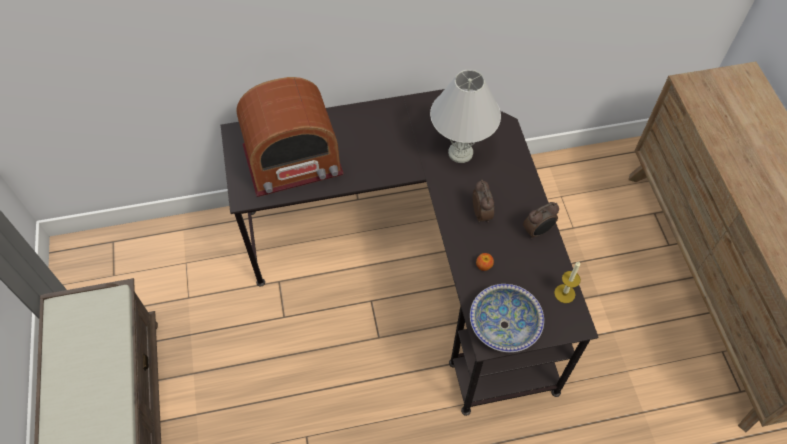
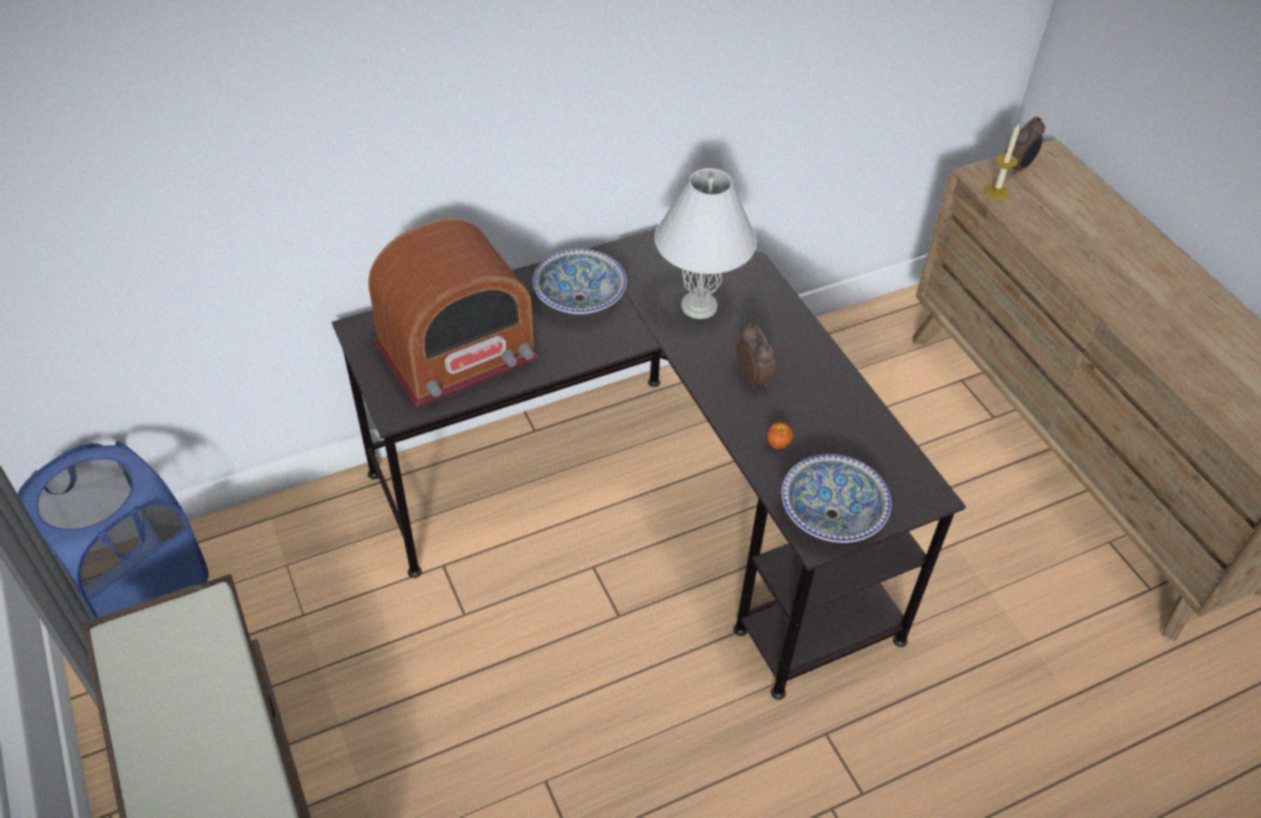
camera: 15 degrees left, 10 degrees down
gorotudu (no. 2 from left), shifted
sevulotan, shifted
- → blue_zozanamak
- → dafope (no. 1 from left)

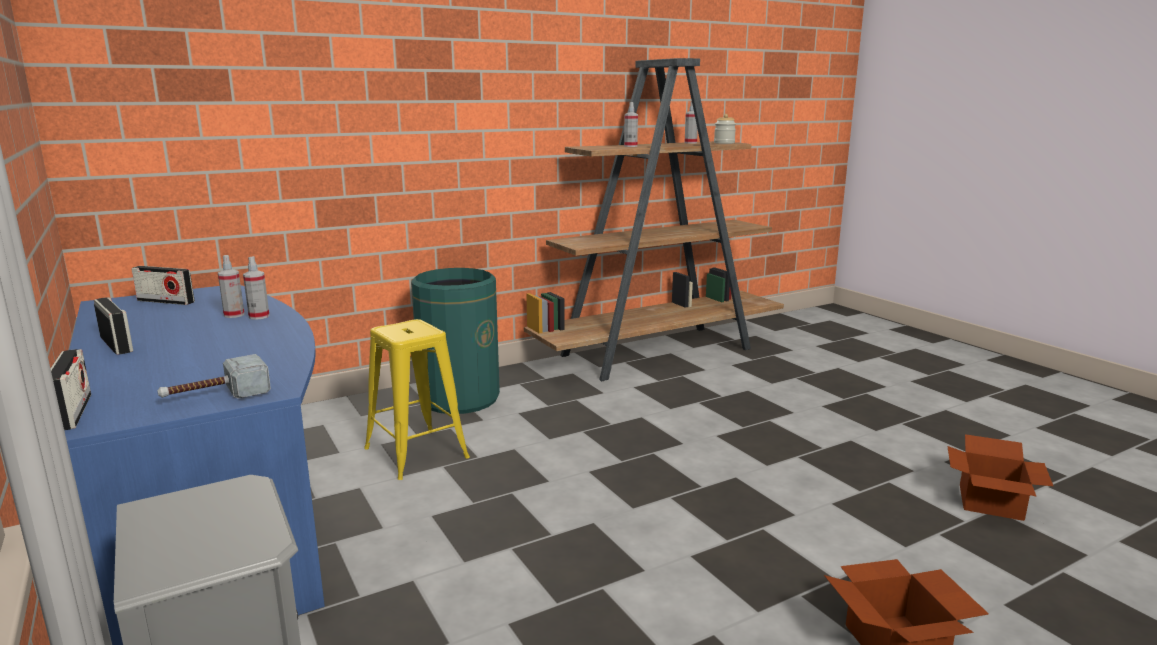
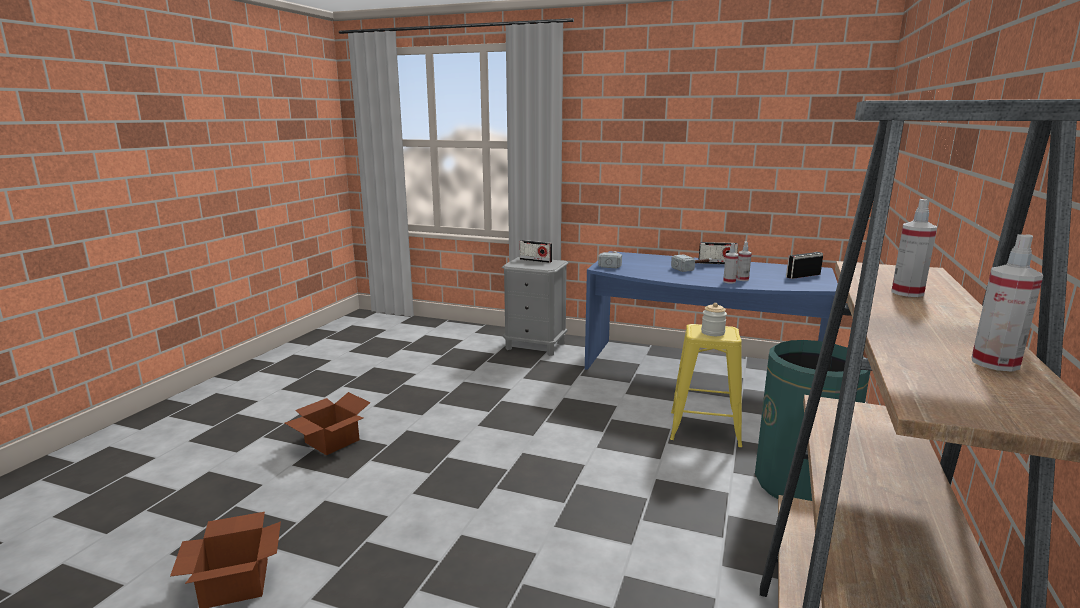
camera: 140 degrees right, 0 degrees up
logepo (no. 1 from left), shifted
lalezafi, shifted
- → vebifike (no. 2 from left)

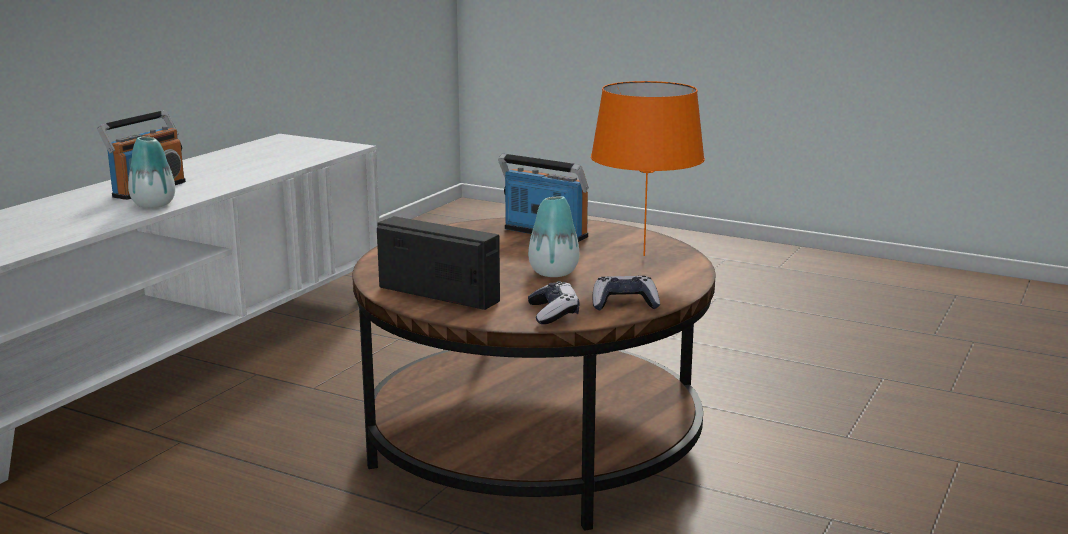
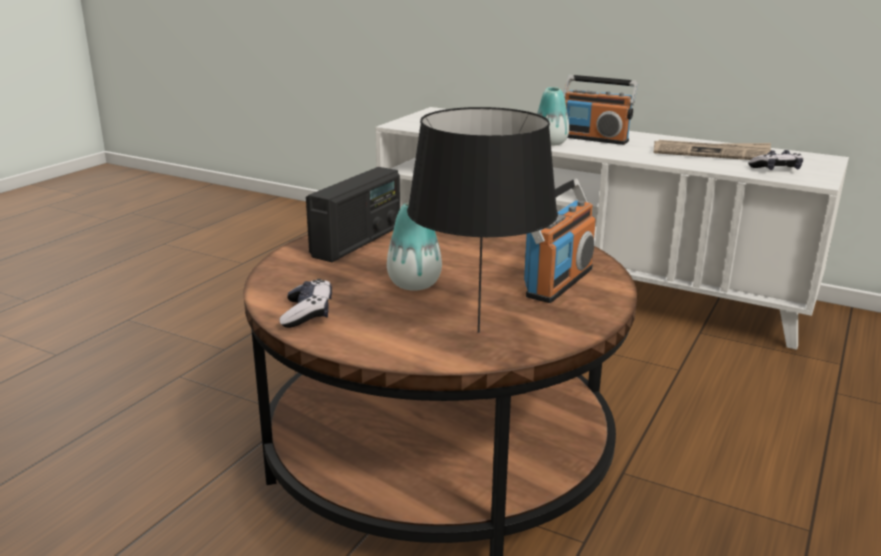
camera: 90 degrees right, 5 degrees up
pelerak (no. 1 from left in the first image) → pelerak (no. 2 from left), shifted
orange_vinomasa → black_vinomasa
- → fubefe

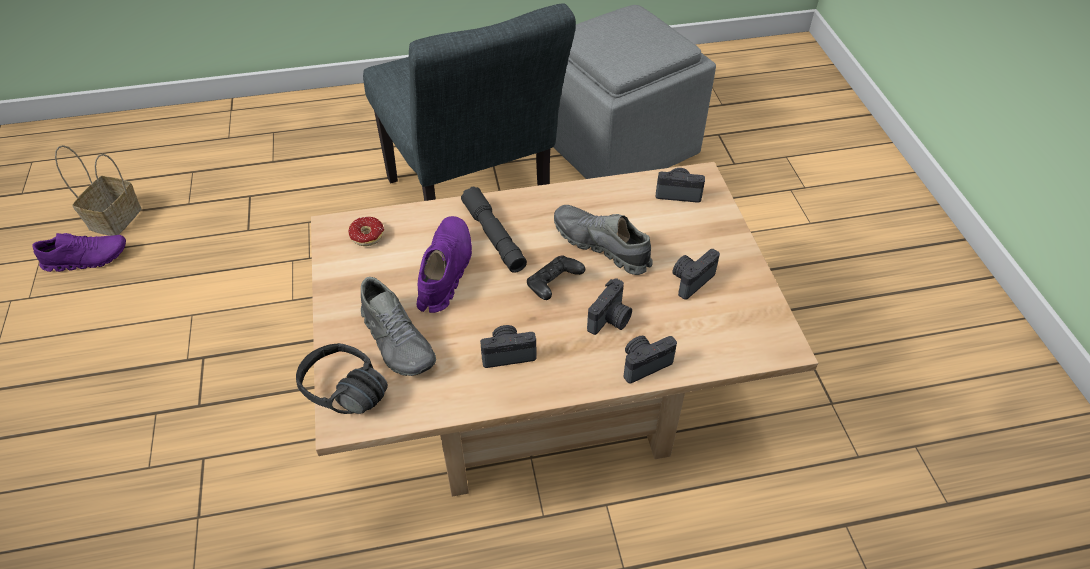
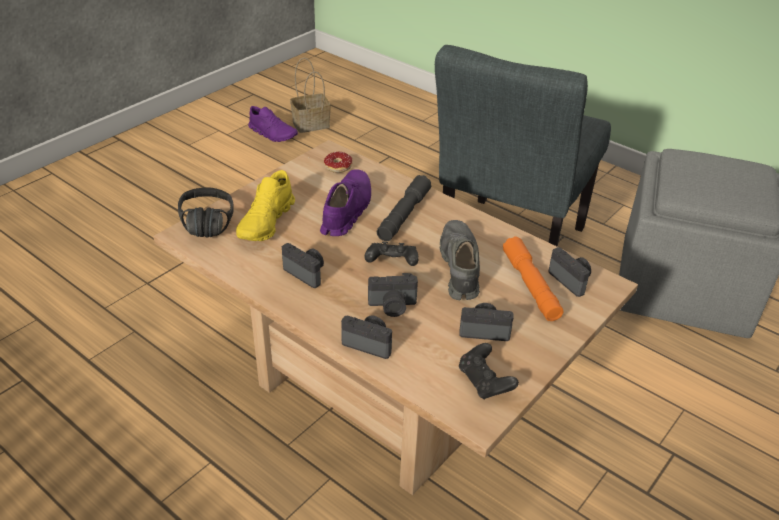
camera: 50 degrees right, 10 degrees down
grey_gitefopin (no. 1 from left) → yellow_gitefopin
purple_gitefopin (no. 2 from left), 45 degrees counterclockwise
- → black_pelerak (no. 2 from left)
- → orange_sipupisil

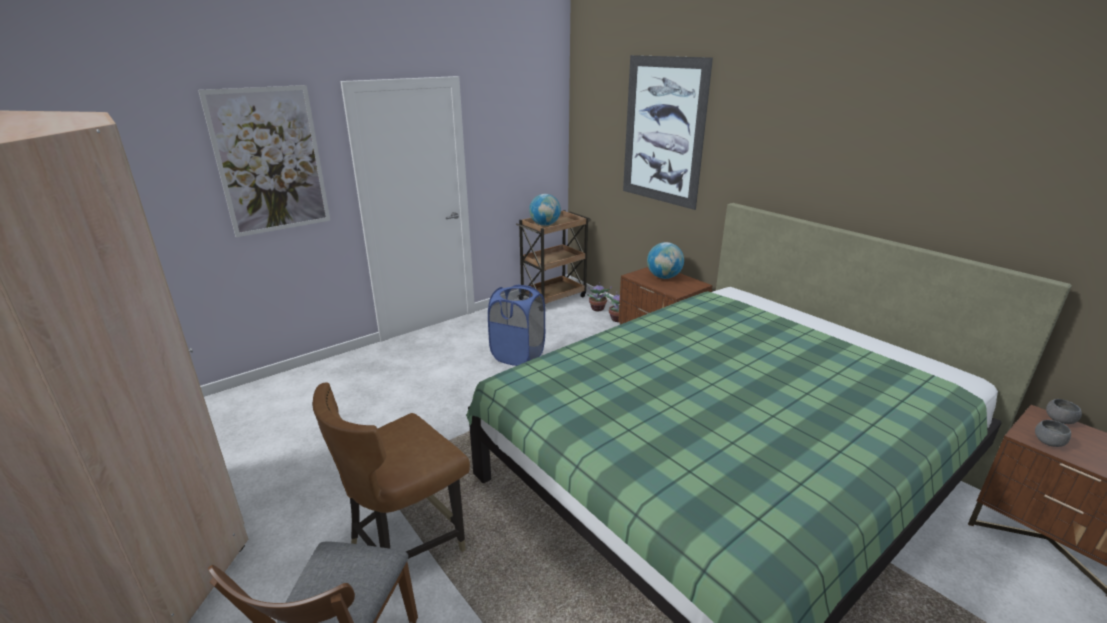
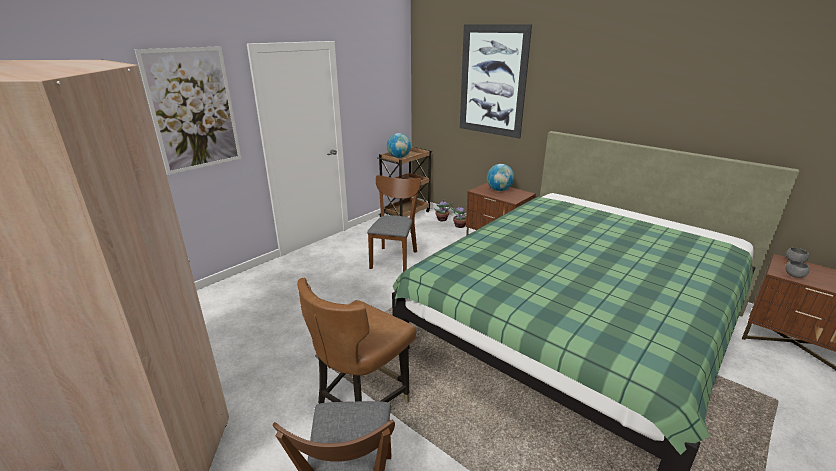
camera: 10 degrees left, 0 degrees up
blue_zozanamak → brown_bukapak (no. 3 from left)

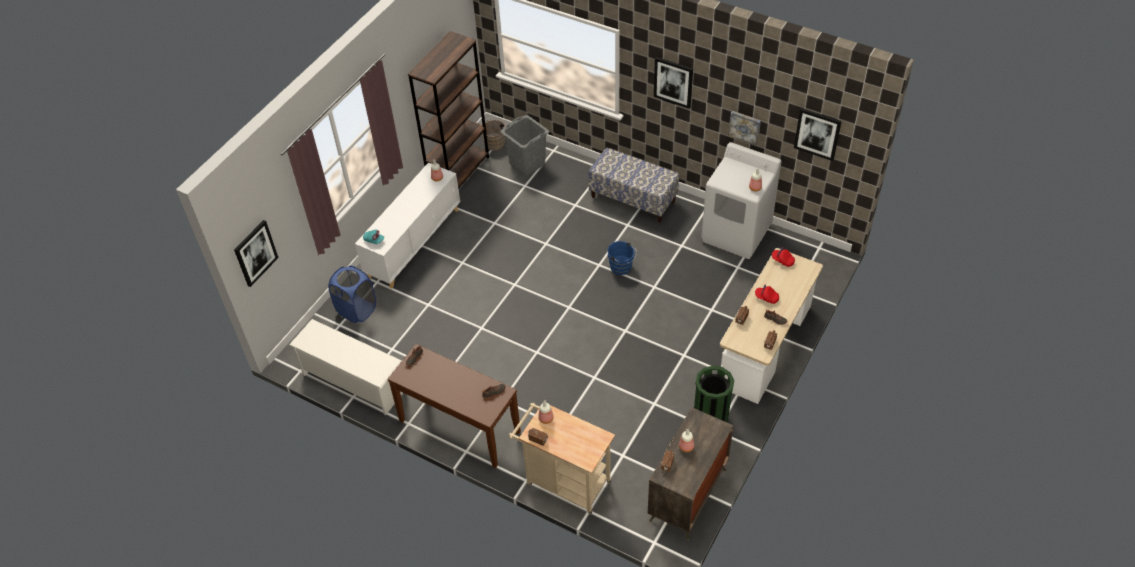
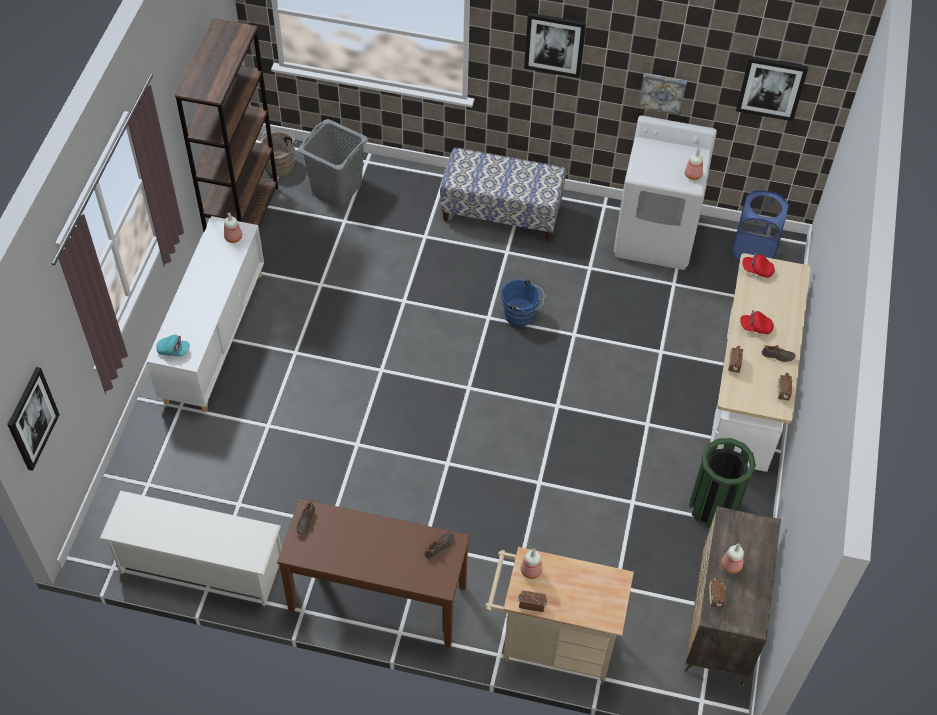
camera: 20 degrees left, 5 degrees up
blue_zozanamak, shifted

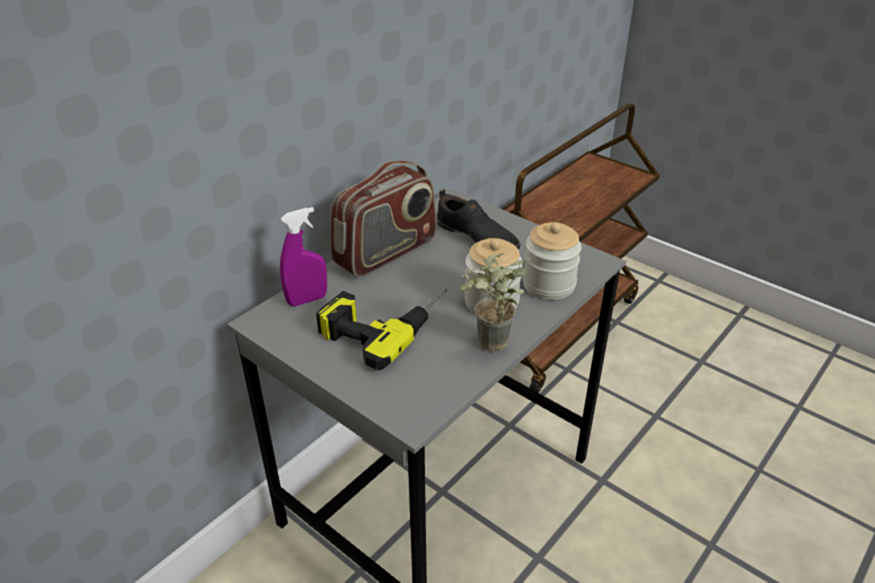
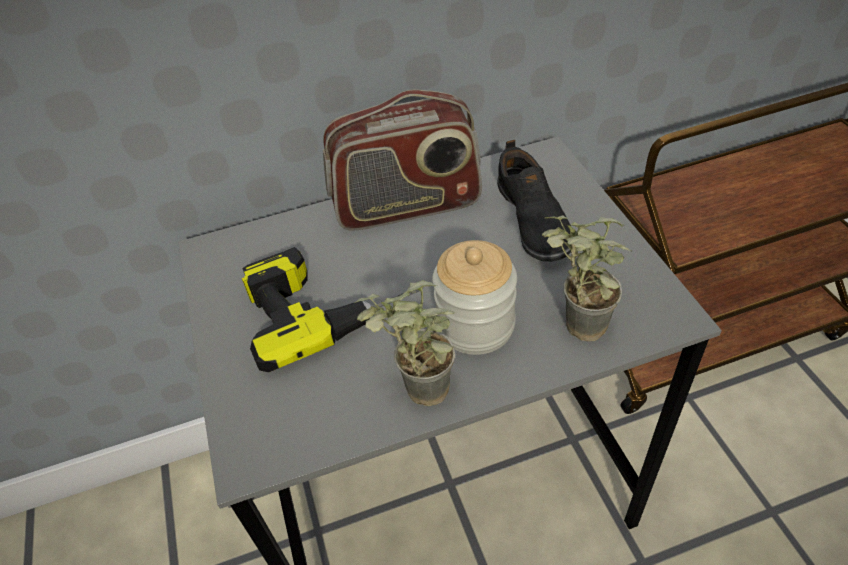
camera: 35 degrees right, 10 degrees up
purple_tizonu → -
lalezafi (no. 2 from left) → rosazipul (no. 2 from left)

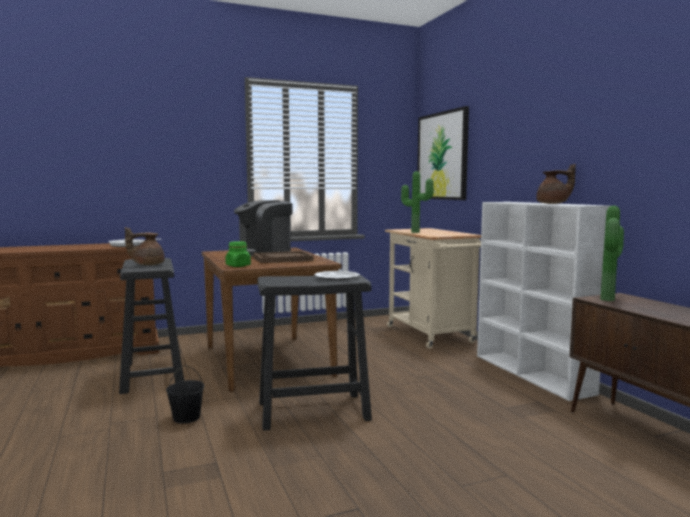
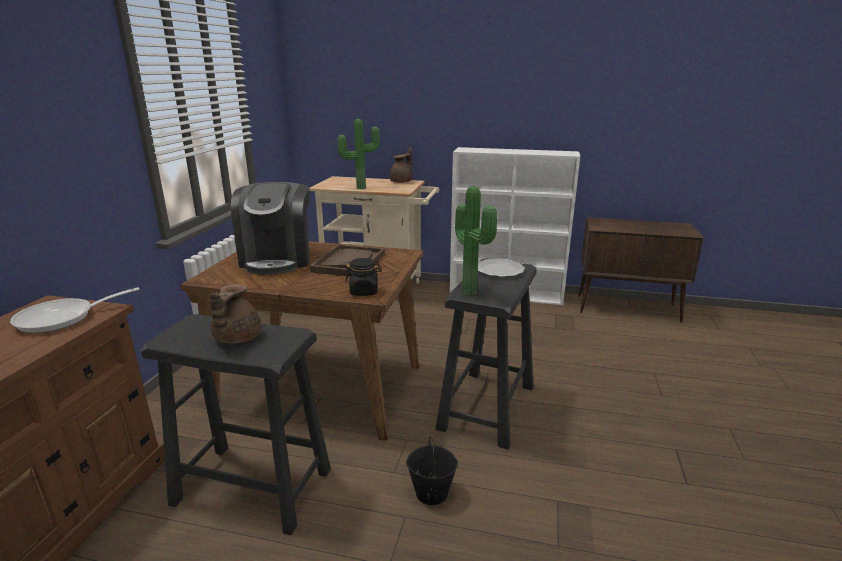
camera: 55 degrees left, 15 degrees up
green_lalezafi → black_lalezafi
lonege → -
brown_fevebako (no. 2 from left), shifted
rosazipul (no. 2 from left), shifted

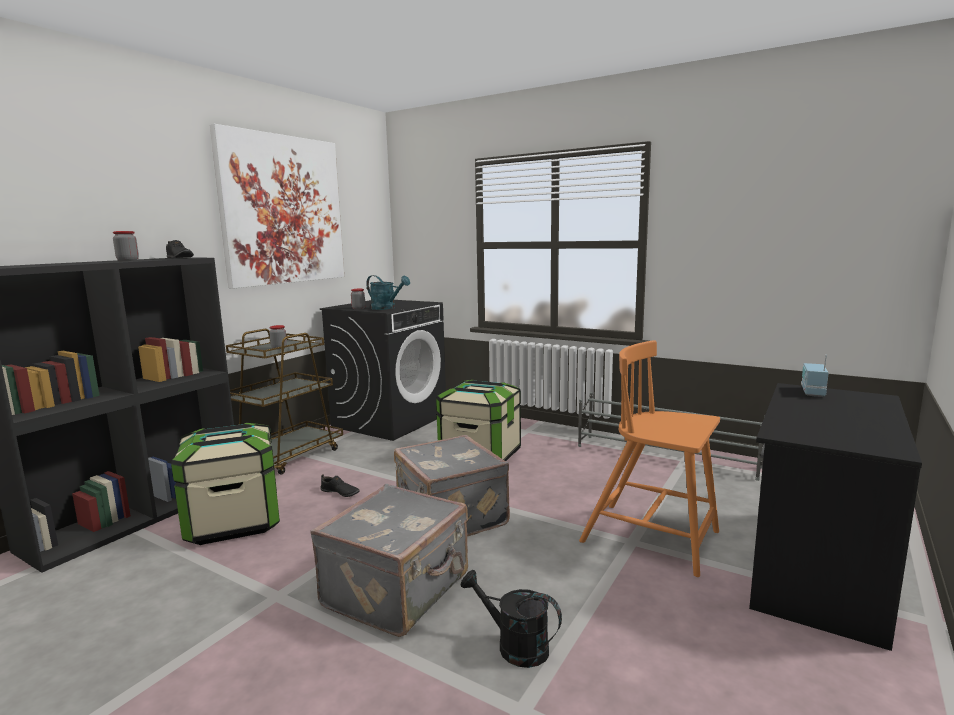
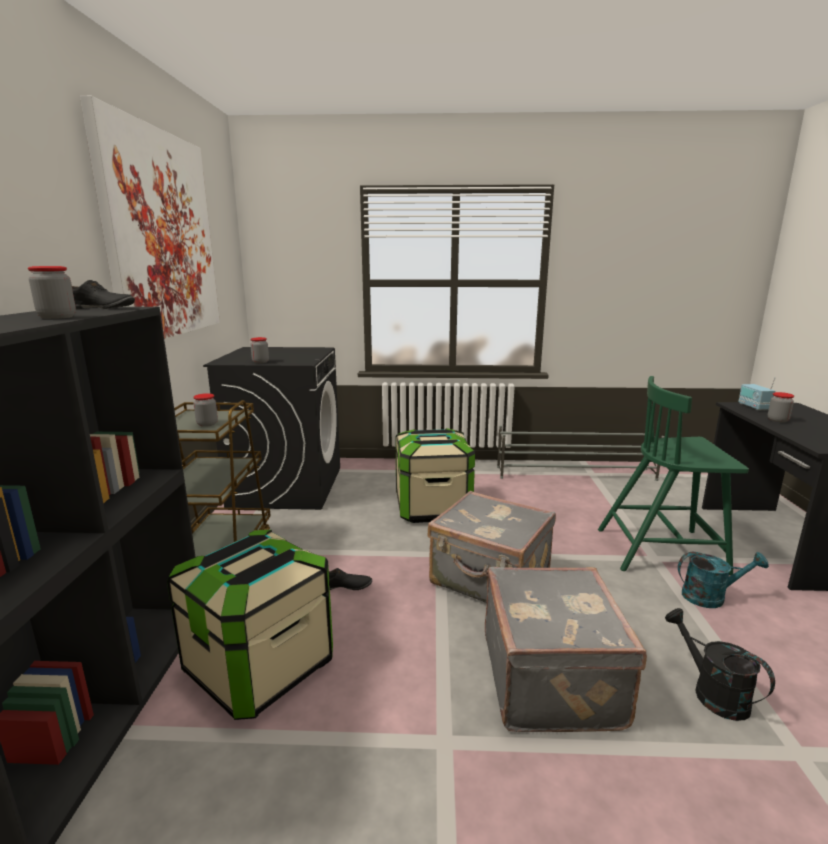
camera: 30 degrees left, 5 degrees up
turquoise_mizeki, shifted
black_mizeki, 60 degrees clockwise
orange_bukapak → green_bukapak
- → lalezafi (no. 4 from left)

